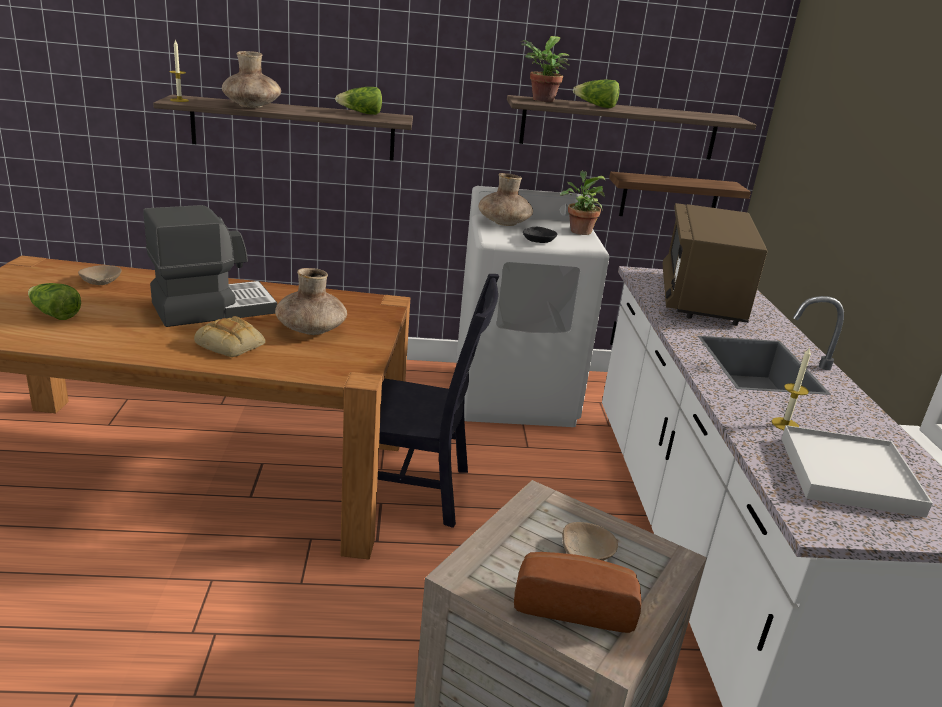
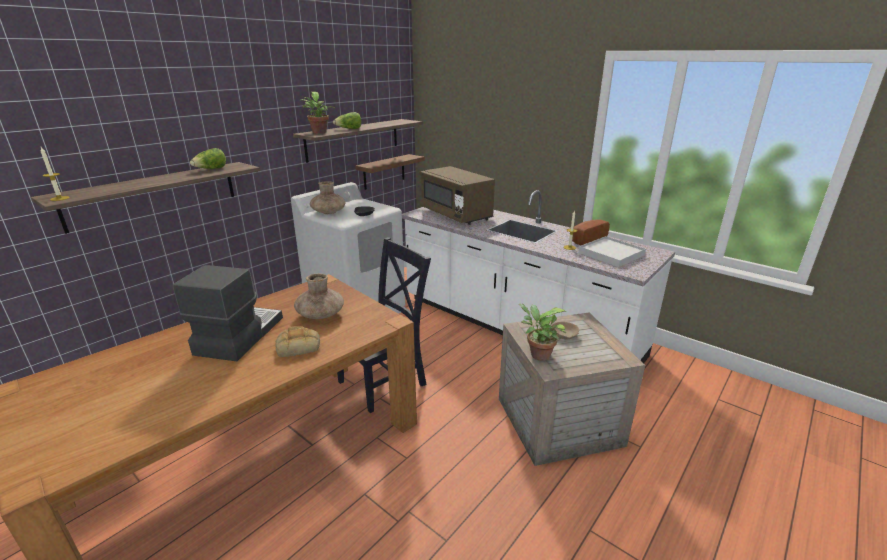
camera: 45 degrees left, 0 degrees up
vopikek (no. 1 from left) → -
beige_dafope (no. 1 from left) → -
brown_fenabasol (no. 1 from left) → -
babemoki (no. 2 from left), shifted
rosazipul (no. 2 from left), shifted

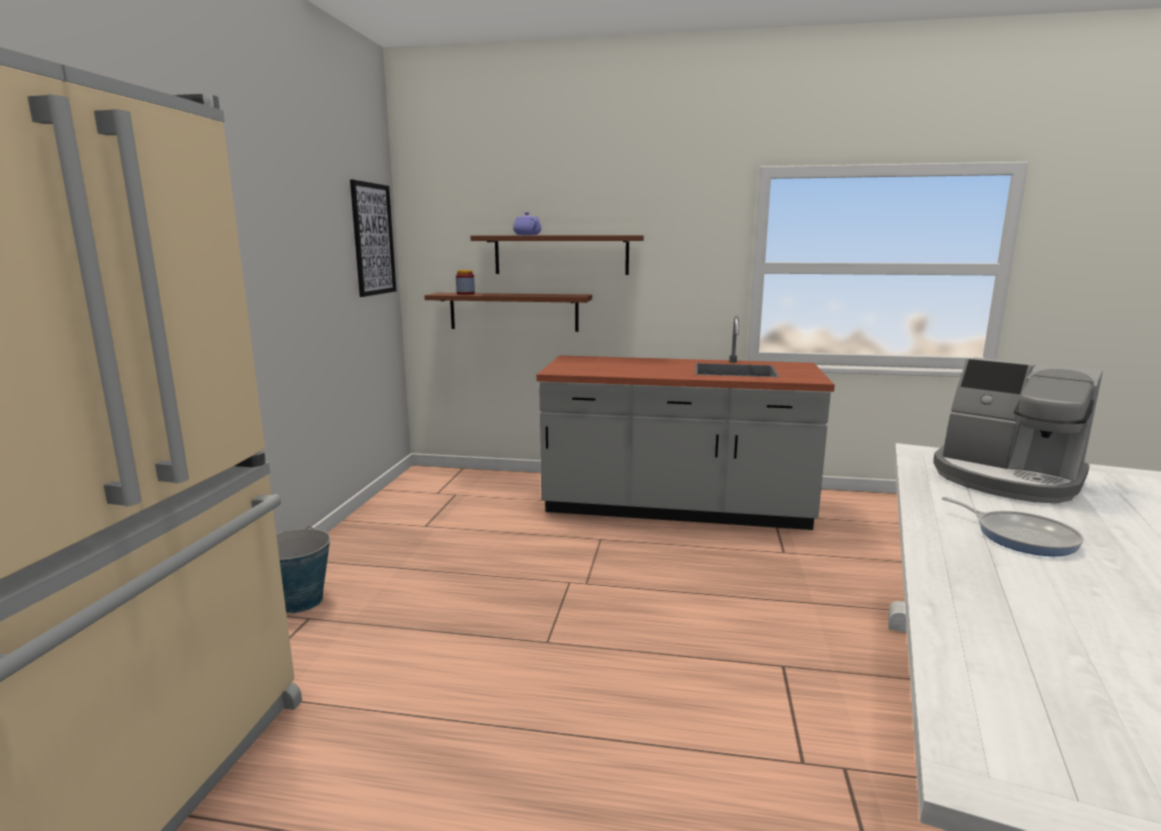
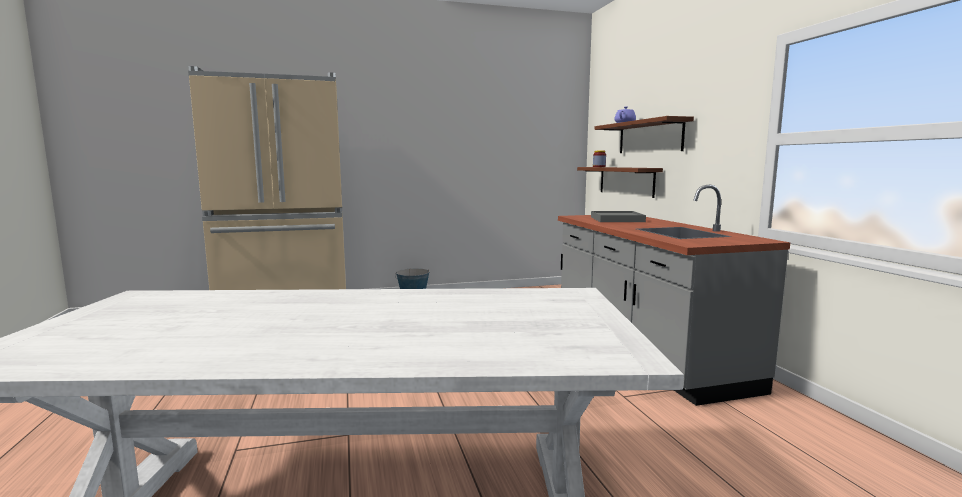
camera: 65 degrees right, 5 degrees down
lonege → -
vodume → -
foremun → -
- → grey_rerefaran

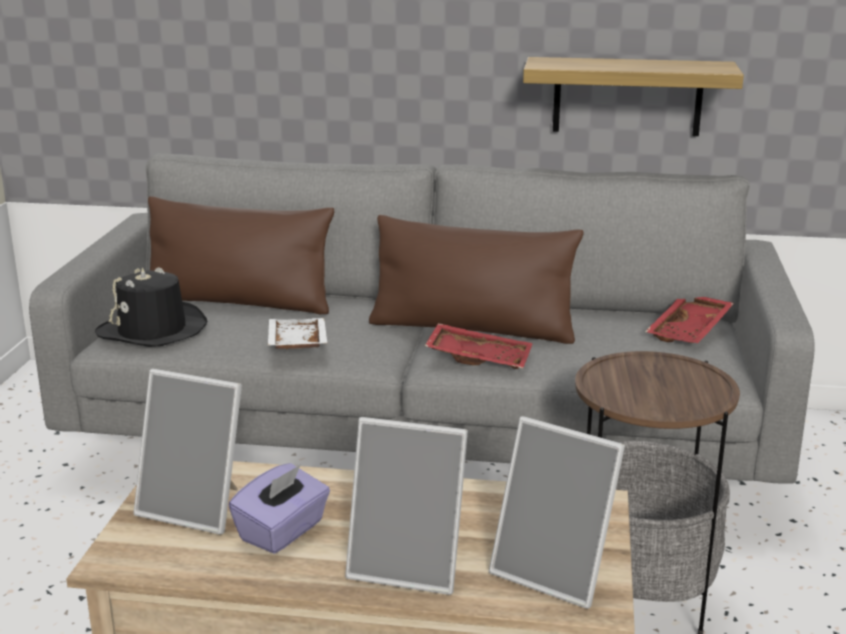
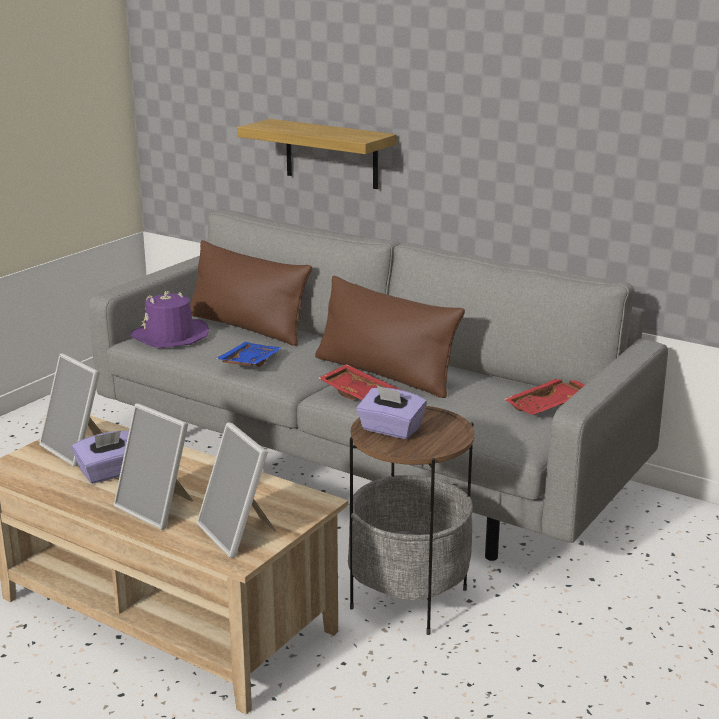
camera: 25 degrees right, 0 degrees up
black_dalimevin → purple_dalimevin
white_rerefaran → blue_rerefaran
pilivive, shifted
- → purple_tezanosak (no. 2 from left)

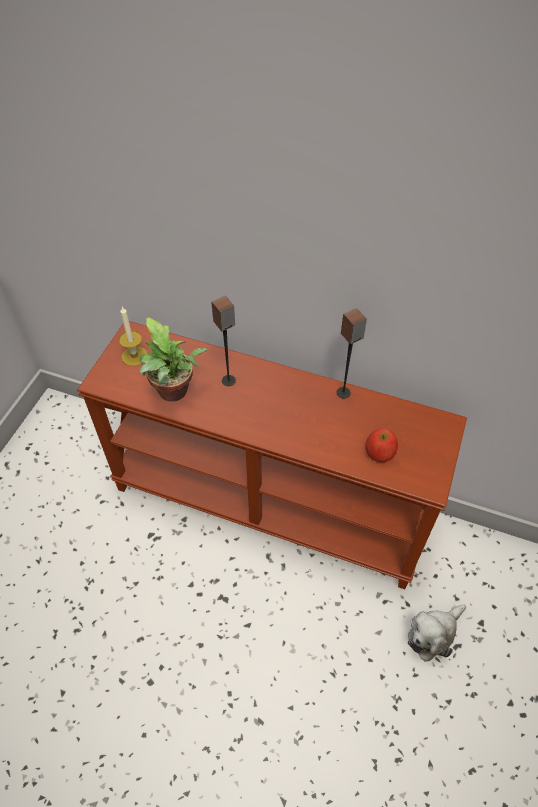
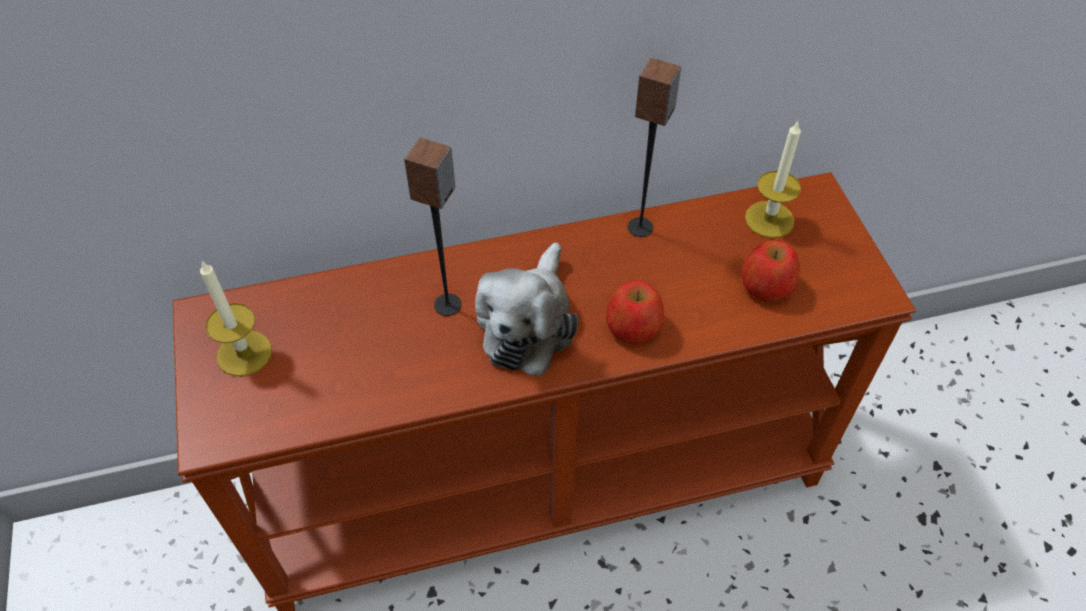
camera: 35 degrees left, 0 degrees up
rosazipul → -
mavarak, shifted
- → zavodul (no. 1 from left)
- → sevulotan (no. 2 from left)

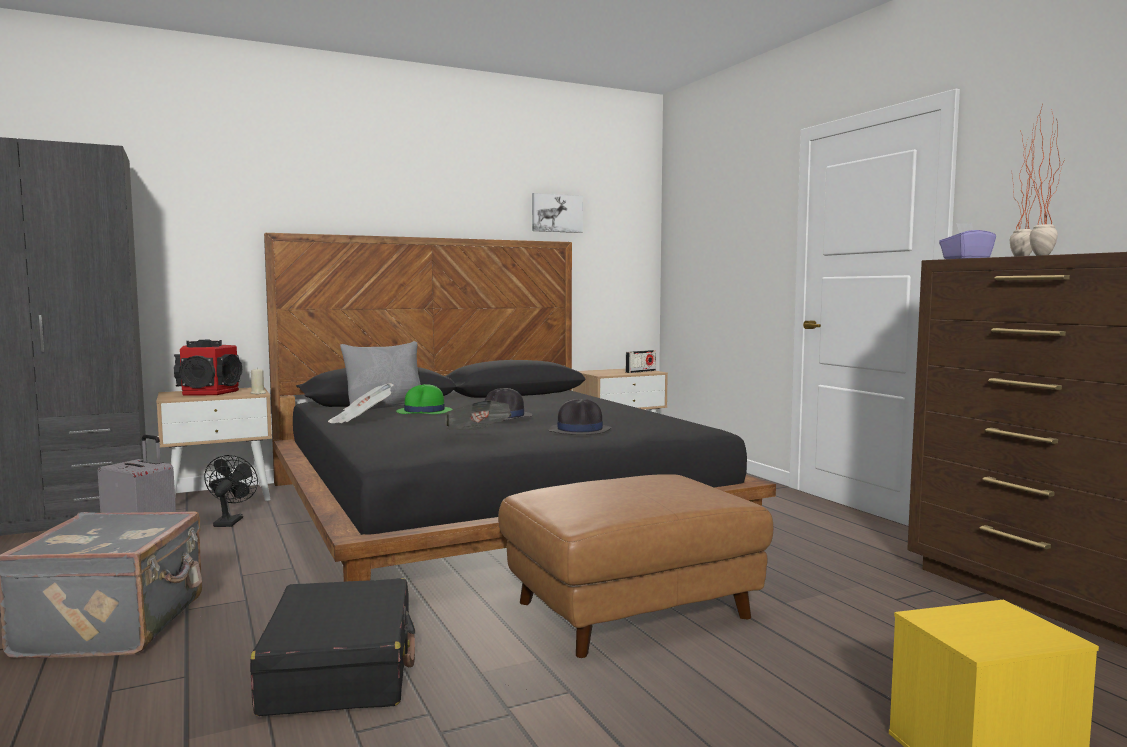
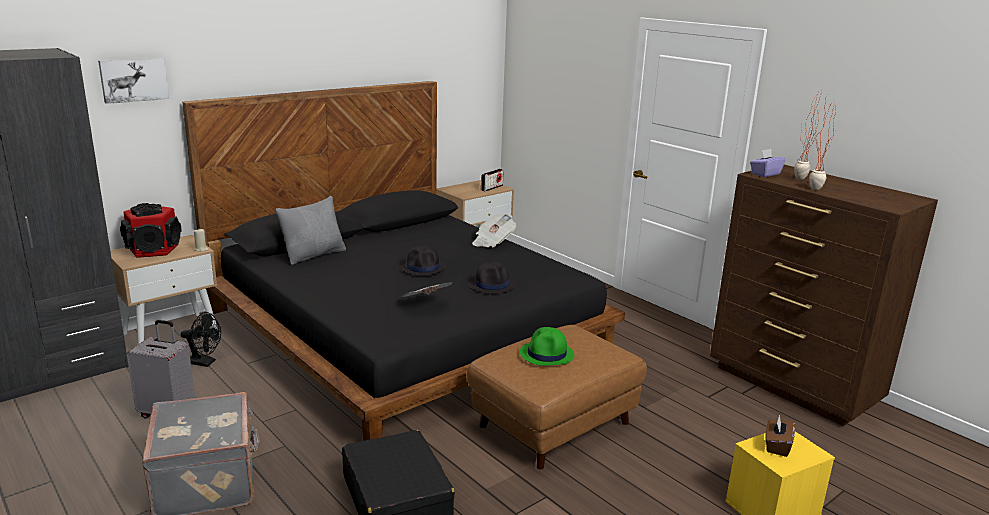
camera: 15 degrees left, 15 degrees up
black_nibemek, 120 degrees clockwise
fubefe (no. 1 from left in the first image) → fubefe (no. 2 from left), shifted
green_dalimevin, shifted
lonege, shifted
- → brown_tezanosak

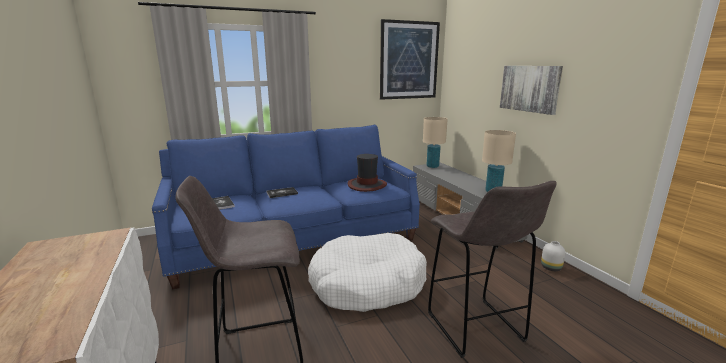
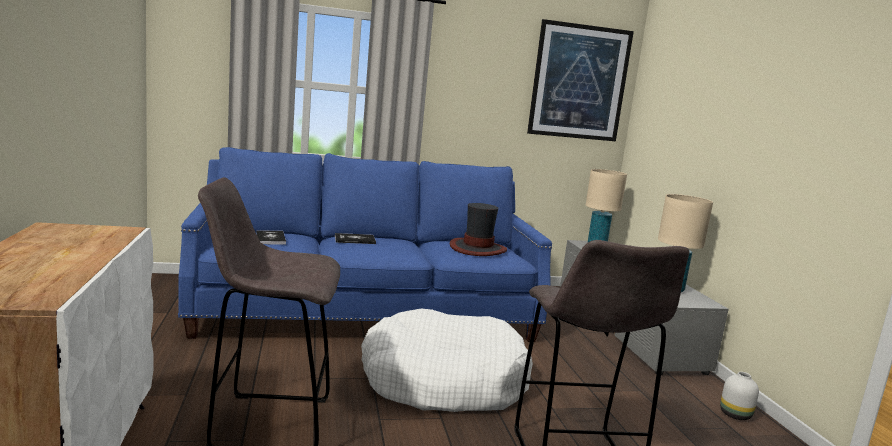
camera: 10 degrees right, 5 degrees down
lonege (no. 2 from left) → -

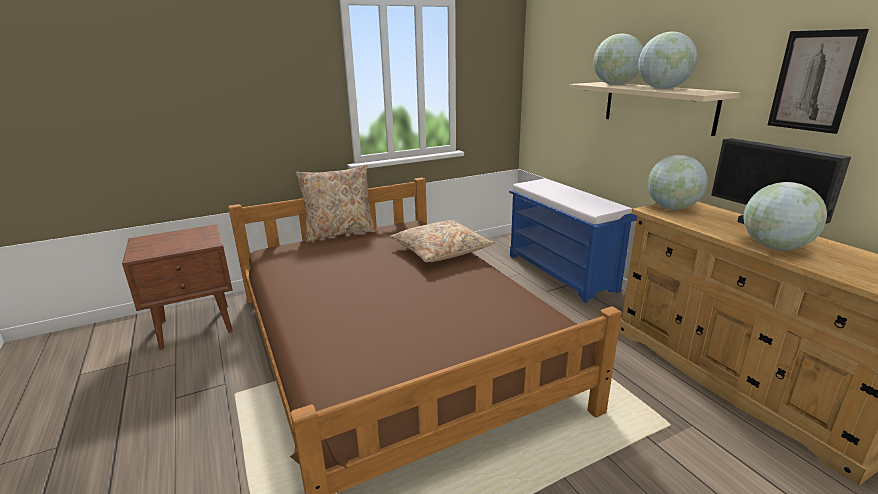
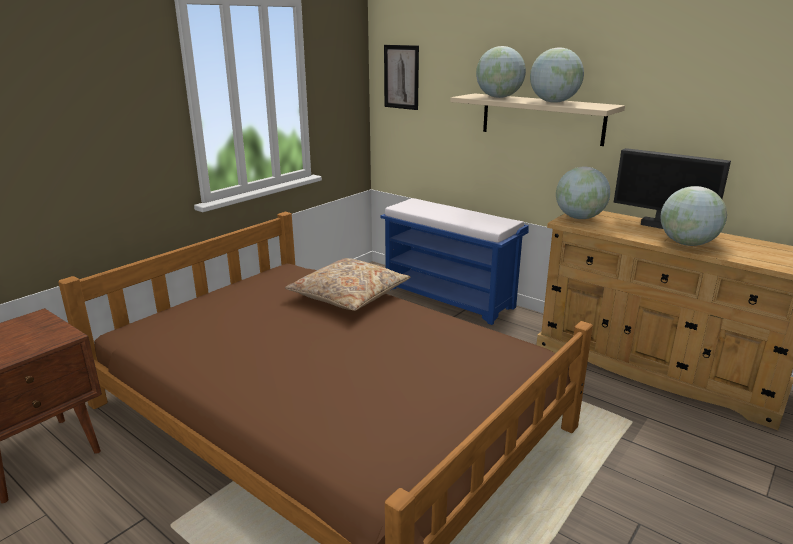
camera: 25 degrees left, 0 degrees up
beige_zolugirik (no. 1 from left) → -
lonege, shifted

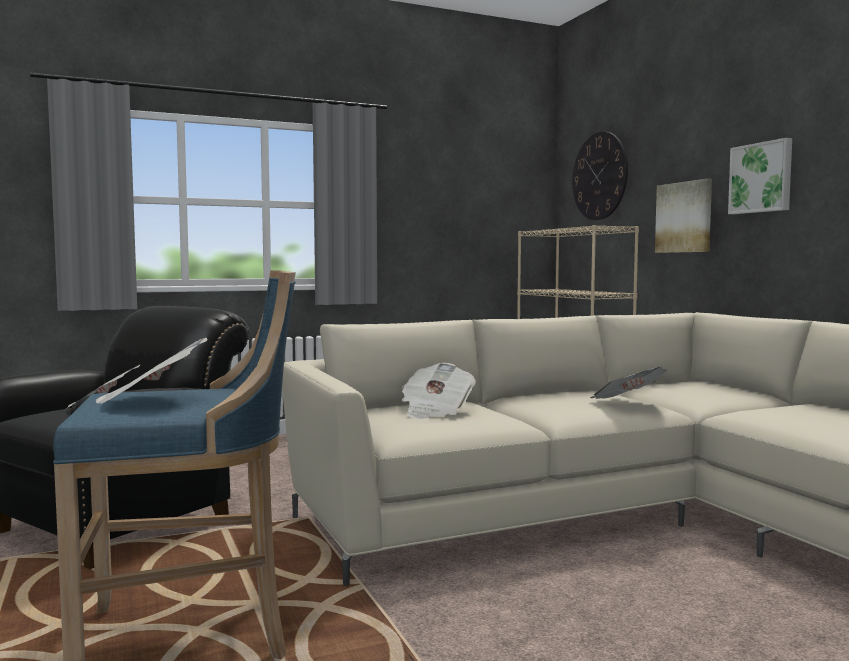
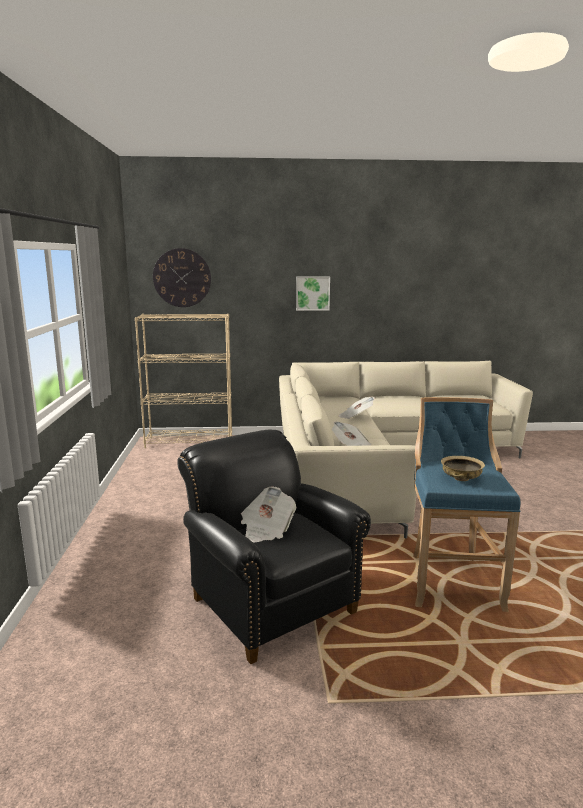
camera: 70 degrees left, 10 degrees up
fubefe (no. 2 from left) → beige_dafope
lonege (no. 1 from left) → -

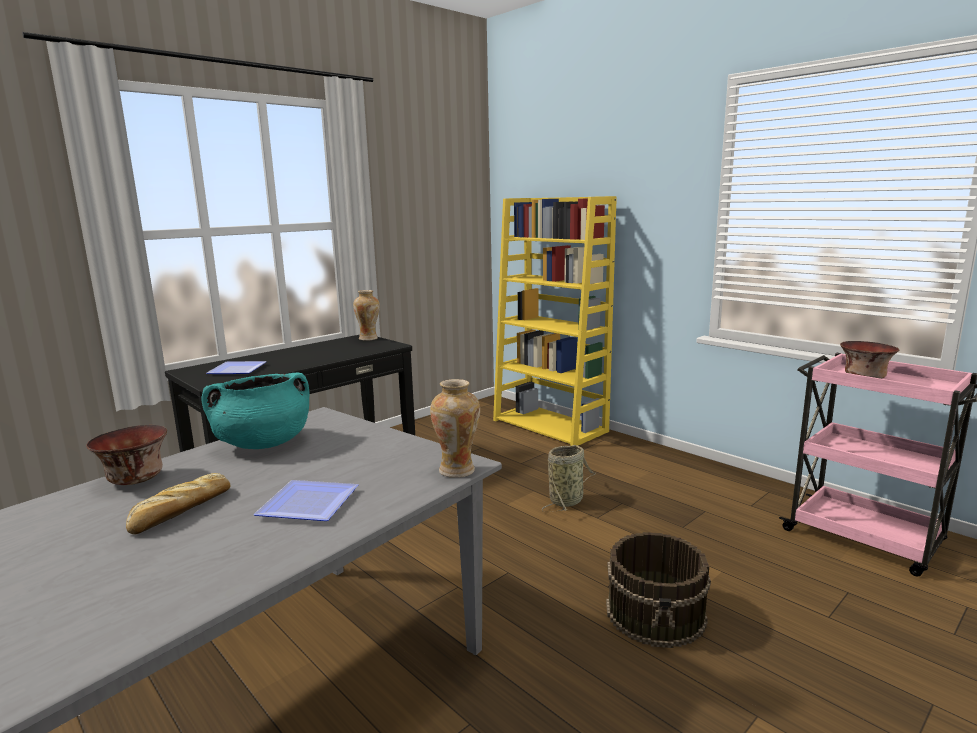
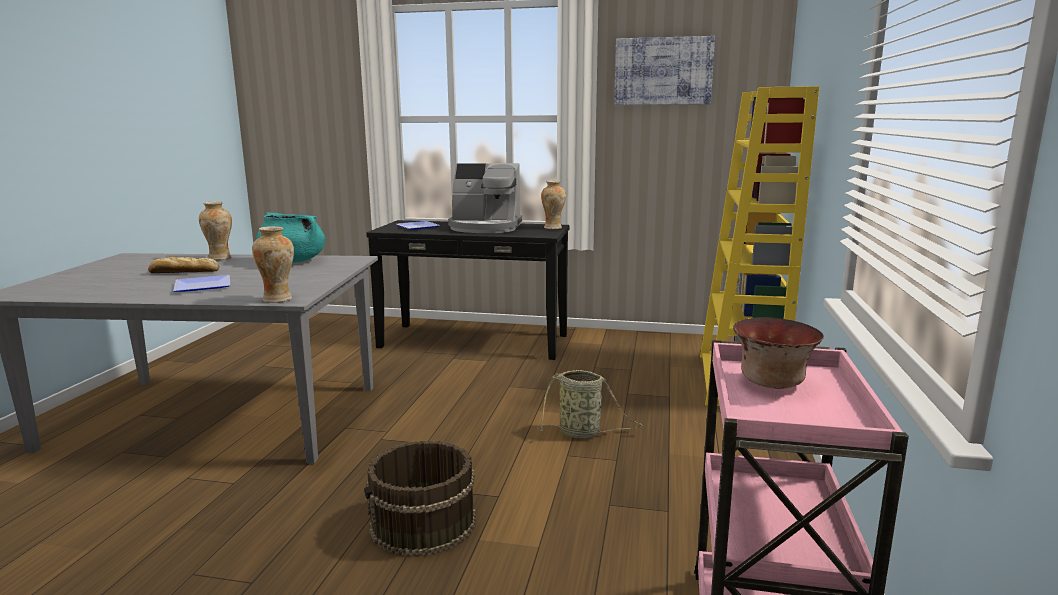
camera: 55 degrees right, 0 degrees up
dafope (no. 1 from left) → fenabasol (no. 1 from left)
- → vodume
- → lonege

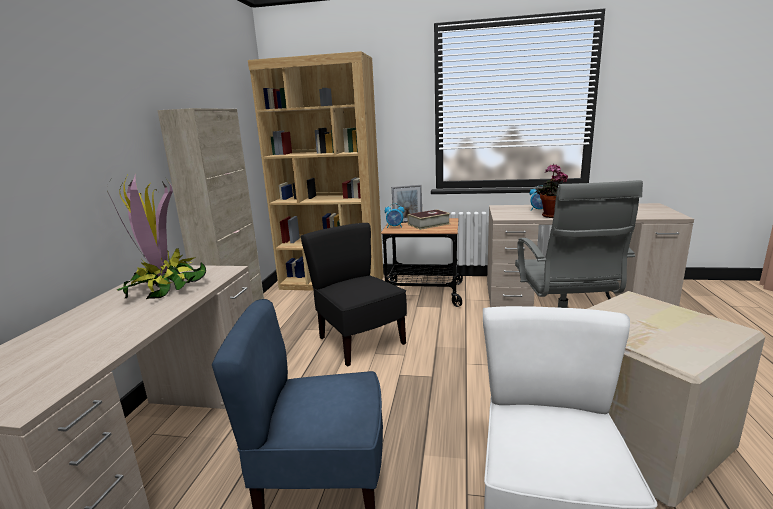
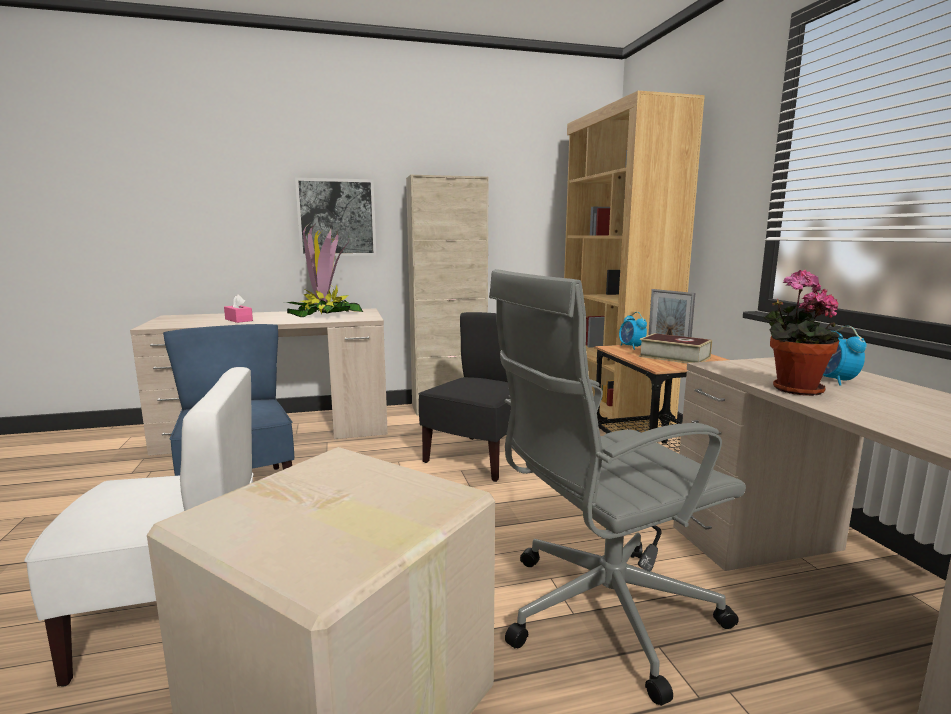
camera: 65 degrees right, 5 degrees down
- → pink_tezanosak
- → lonege

